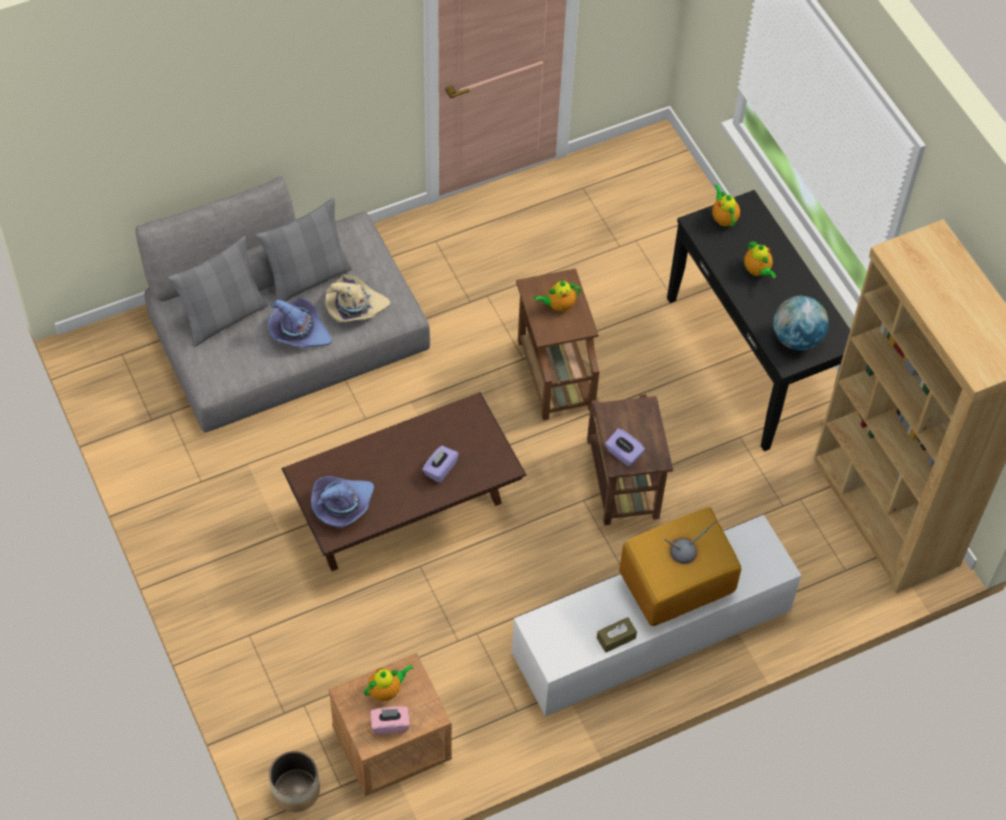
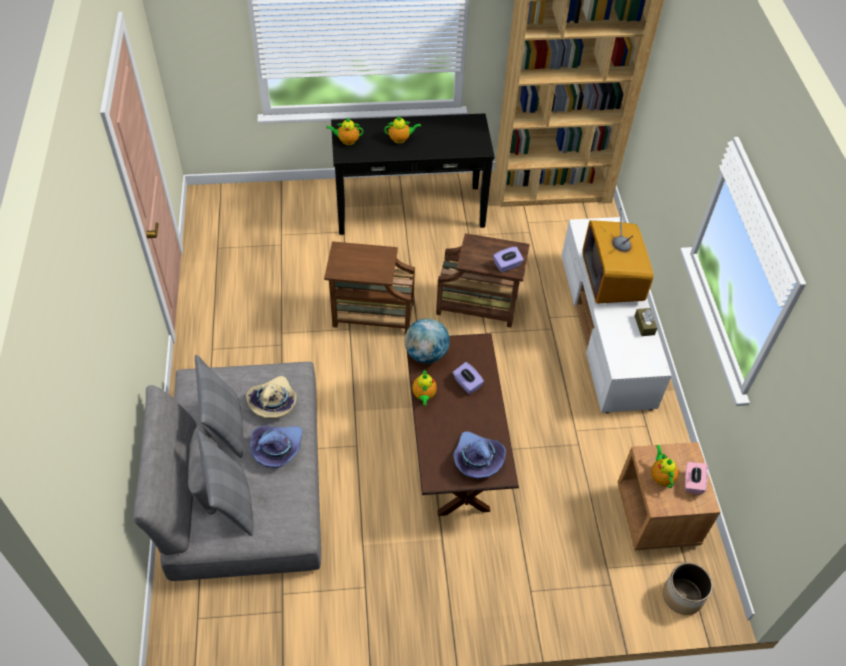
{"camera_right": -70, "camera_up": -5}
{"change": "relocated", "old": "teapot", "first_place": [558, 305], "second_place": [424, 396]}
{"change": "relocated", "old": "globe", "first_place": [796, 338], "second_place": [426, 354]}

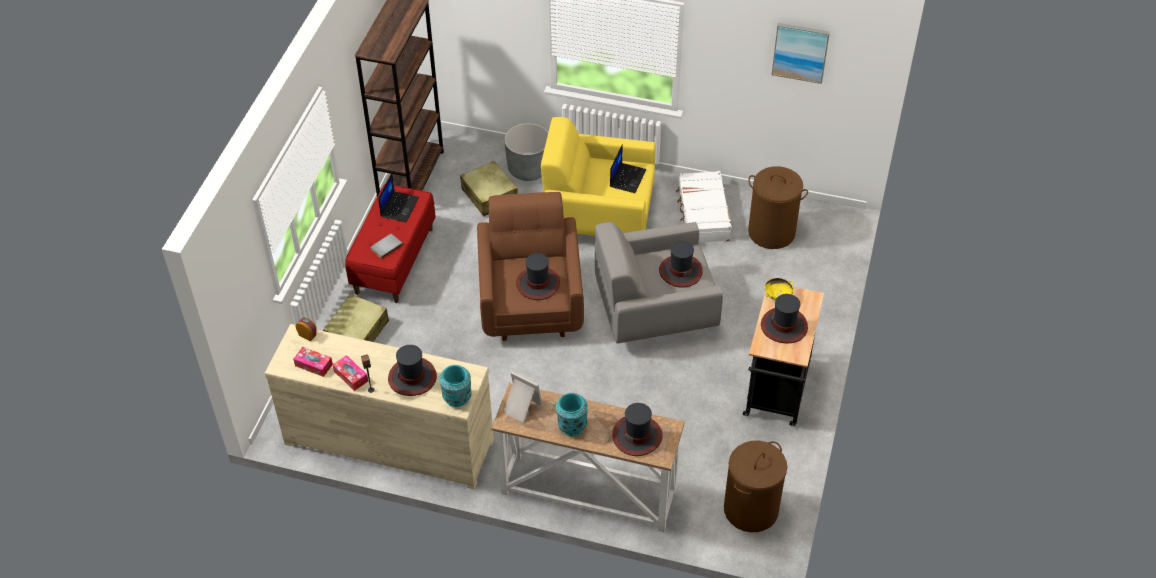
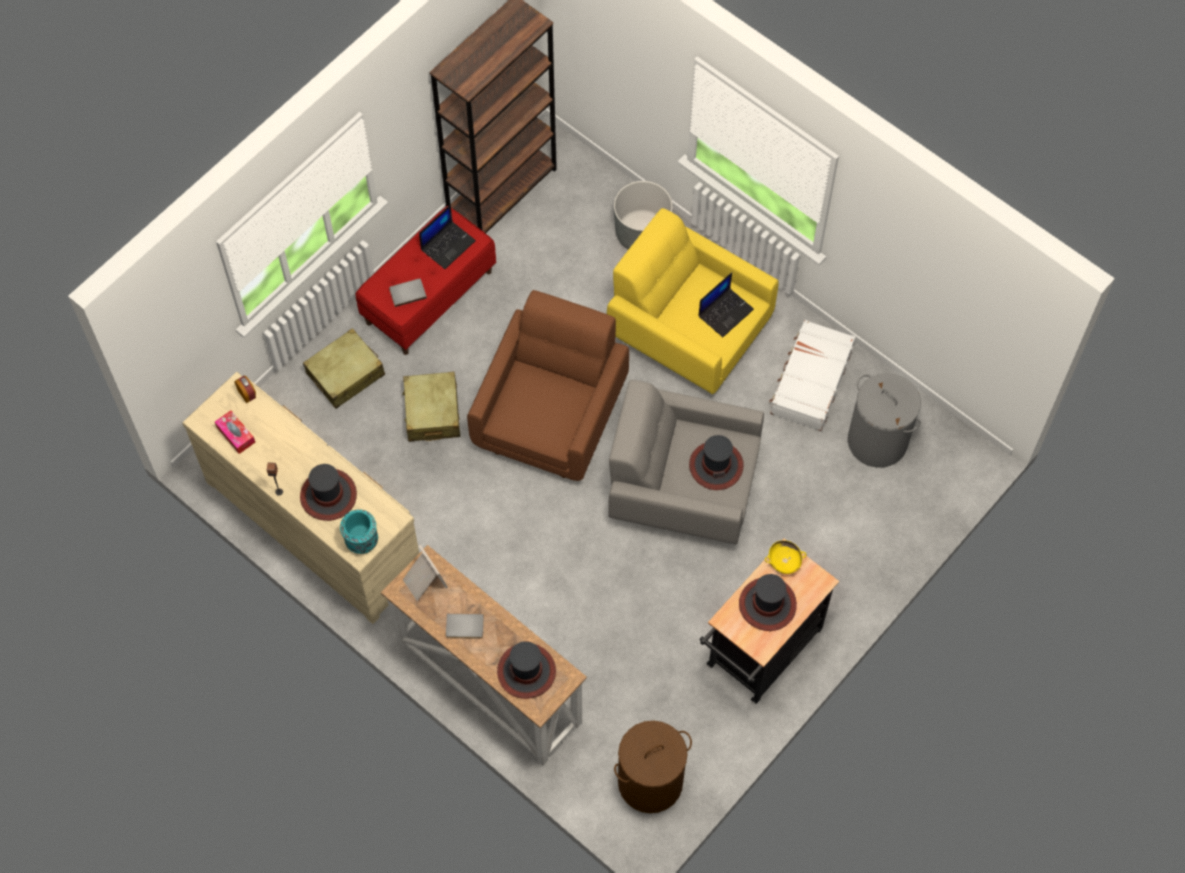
{"camera_right": 25, "camera_up": 15}
{"change": "missing", "old": "tissue box", "first_place": [351, 376]}
{"change": "relocated", "old": "beige suitcase", "first_place": [489, 196], "second_place": [432, 413]}
{"change": "missing", "old": "hat", "first_place": [538, 284]}
{"change": "exchanged", "old": "turquoise vase", "new": "grey book", "first_place": [571, 426], "second_place": [464, 628]}
{"change": "colour", "old": "brown laundry basket", "new": "grey laundry basket", "first_place": [771, 232], "second_place": [878, 440]}
{"change": "missing", "old": "picture", "first_place": [800, 52]}

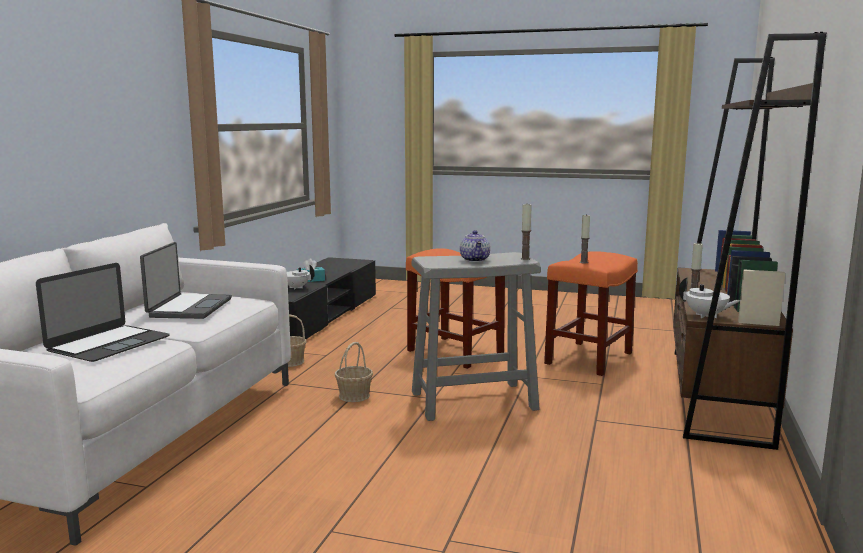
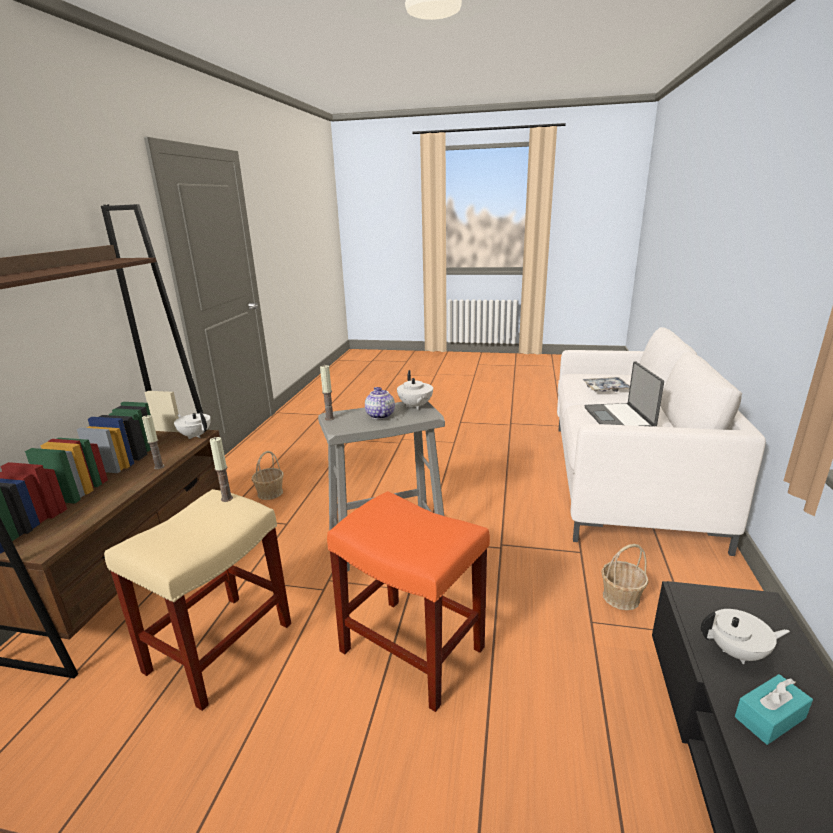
{"camera_right": 175, "camera_up": 10}
{"change": "exchanged", "old": "laptop", "new": "tray", "first_place": [109, 343], "second_place": [606, 389]}
{"change": "relocated", "old": "basket", "first_place": [354, 396], "second_place": [270, 493]}
{"change": "colour", "old": "orange stool", "new": "beige stool", "first_place": [588, 358], "second_place": [221, 645]}
{"change": "appeared", "new": "white teapot", "second_place": [415, 406]}

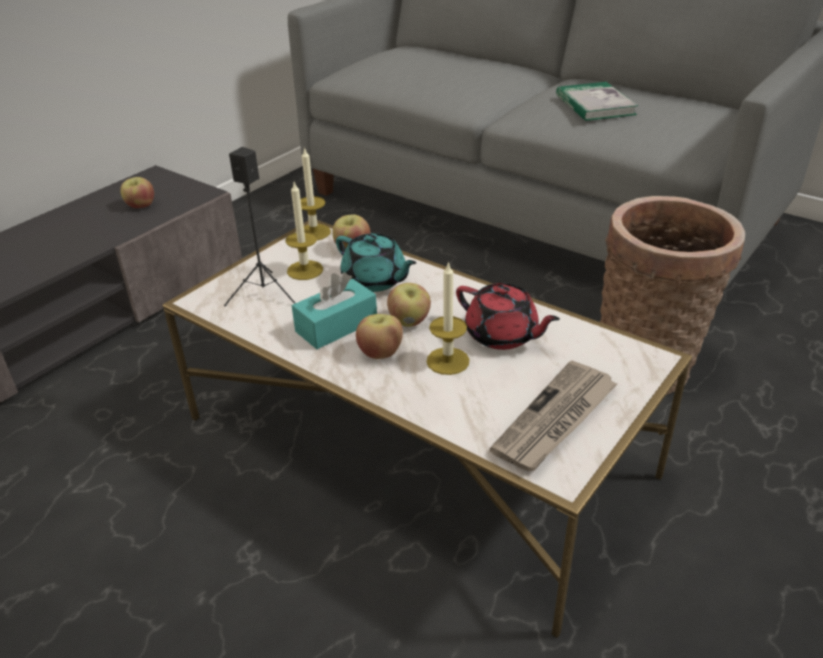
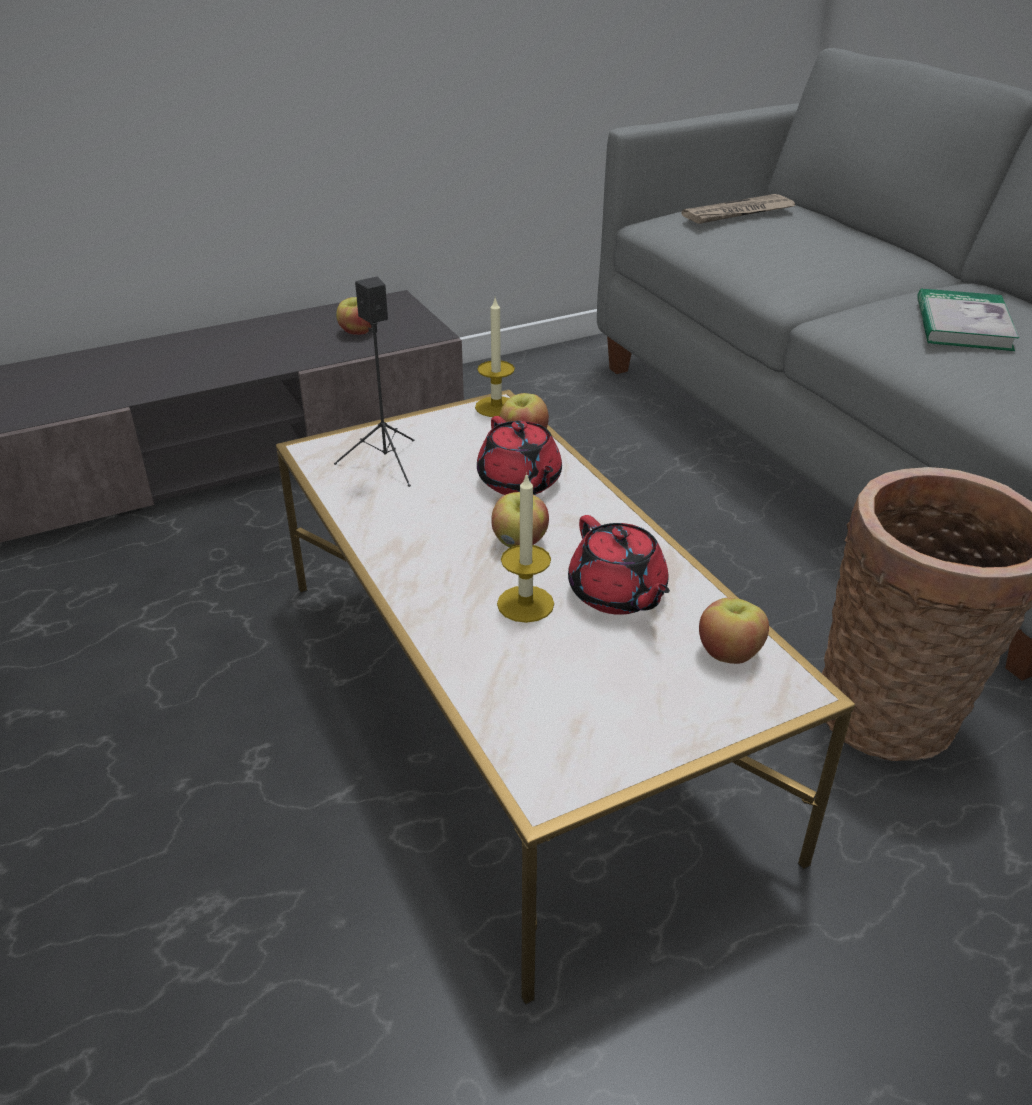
{"camera_right": 25, "camera_up": 0}
{"change": "missing", "old": "candle", "first_place": [305, 270]}
{"change": "missing", "old": "turquoise tissue box", "first_place": [336, 326]}
{"change": "colour", "old": "turquoise teapot", "new": "red teapot", "first_place": [375, 280], "second_place": [519, 483]}
{"change": "relocated", "old": "apple", "first_place": [380, 352], "second_place": [729, 652]}
{"change": "relocated", "old": "newspaper", "first_place": [556, 419], "second_place": [738, 213]}

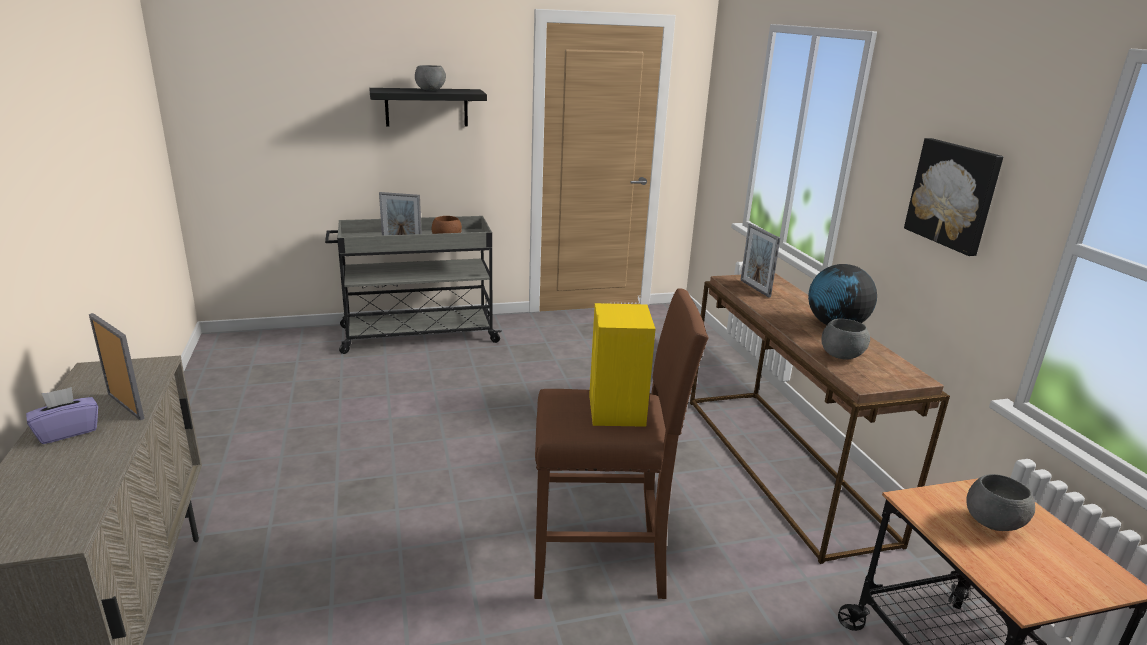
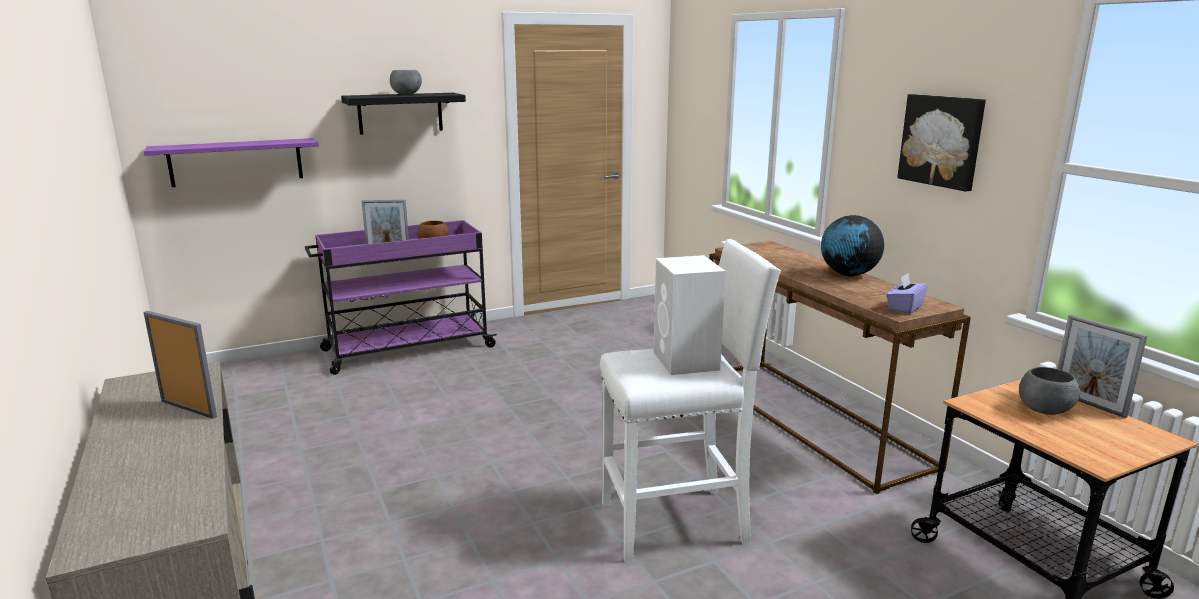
{"camera_right": -10, "camera_up": -5}
{"change": "relocated", "old": "purple tissue box", "first_place": [67, 431], "second_place": [904, 308]}
{"change": "colour", "old": "grey cart", "new": "purple cart", "first_place": [417, 335], "second_place": [406, 349]}
{"change": "colour", "old": "brown stool", "new": "white stool", "first_place": [602, 563], "second_place": [677, 523]}
{"change": "colour", "old": "yellow speaker", "new": "white speaker", "first_place": [617, 411], "second_place": [686, 362]}
{"change": "relocated", "old": "picture frame", "first_place": [755, 288], "second_place": [1088, 404]}
{"change": "missing", "old": "grey bowl", "first_place": [842, 356]}
{"change": "appeared", "new": "purple shelf", "second_place": [236, 162]}

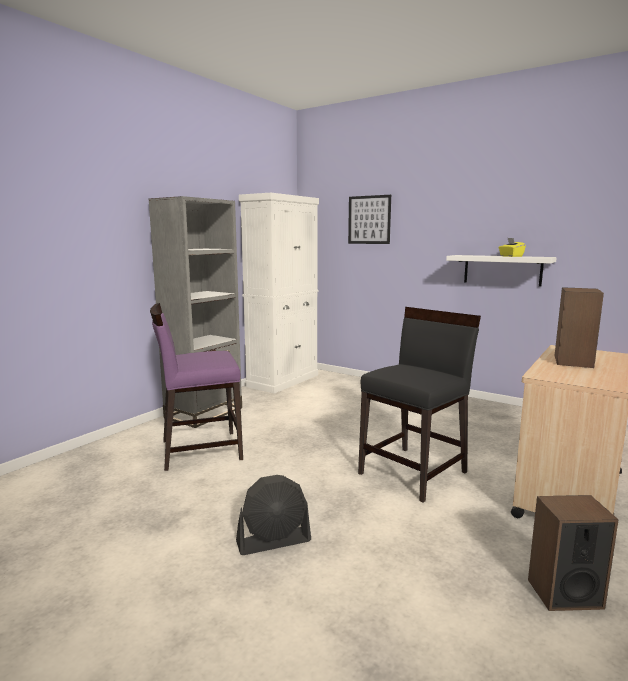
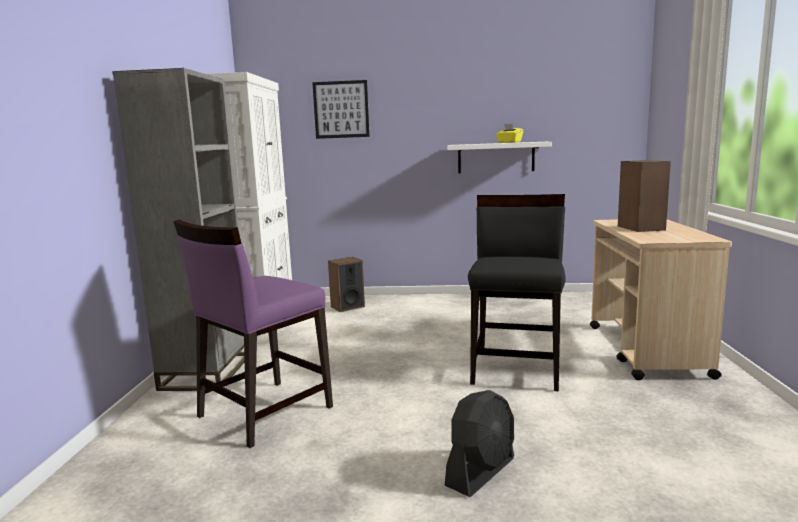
{"camera_right": -30, "camera_up": 0}
{"change": "relocated", "old": "speaker", "first_place": [564, 593], "second_place": [347, 307]}

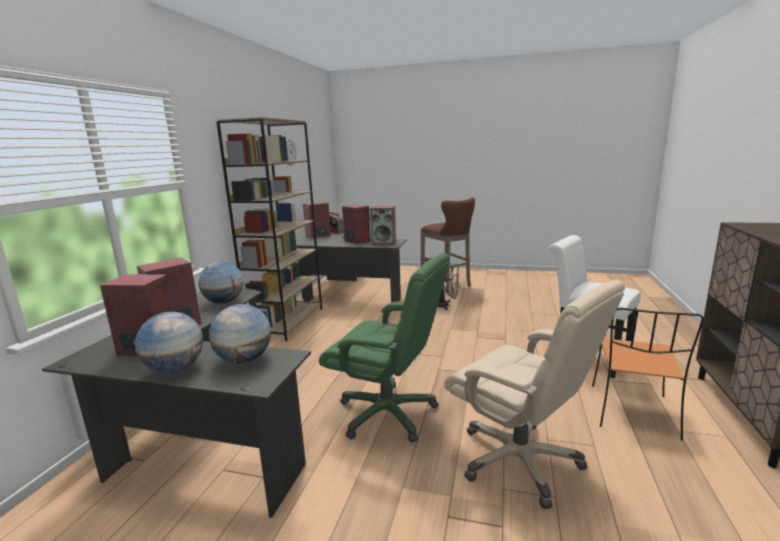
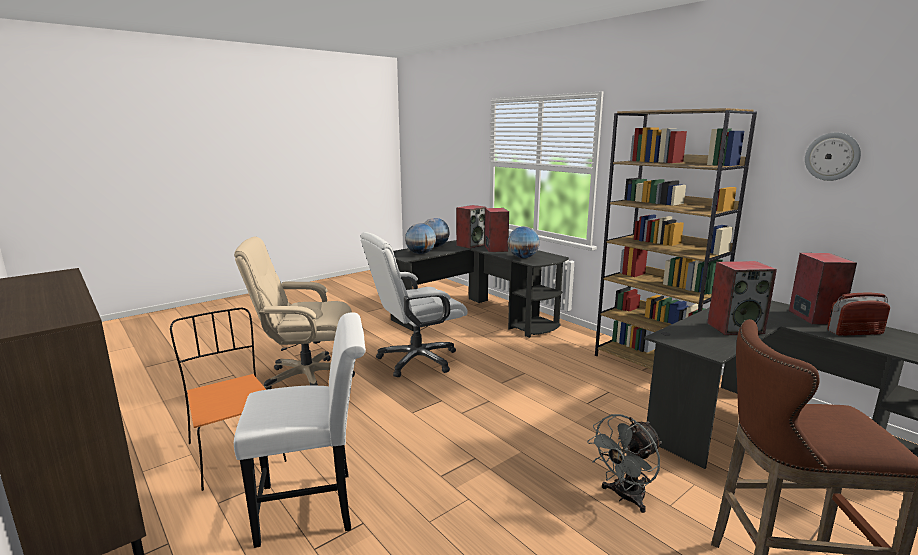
{"camera_right": 125, "camera_up": 0}
{"change": "colour", "old": "green office chair", "new": "white office chair", "first_place": [388, 413], "second_place": [416, 360]}
{"change": "missing", "old": "speaker", "first_place": [384, 242]}

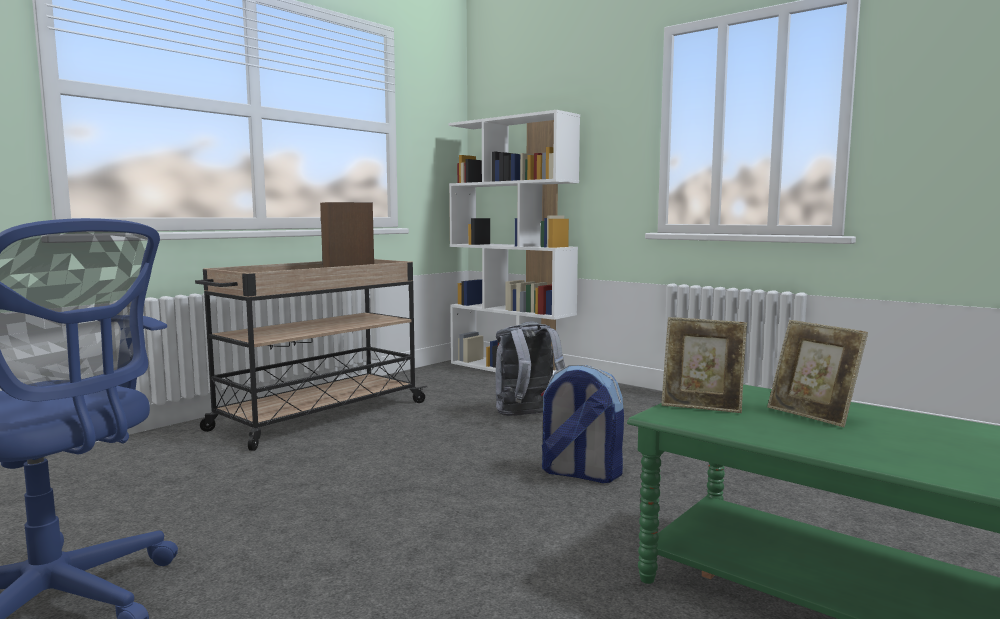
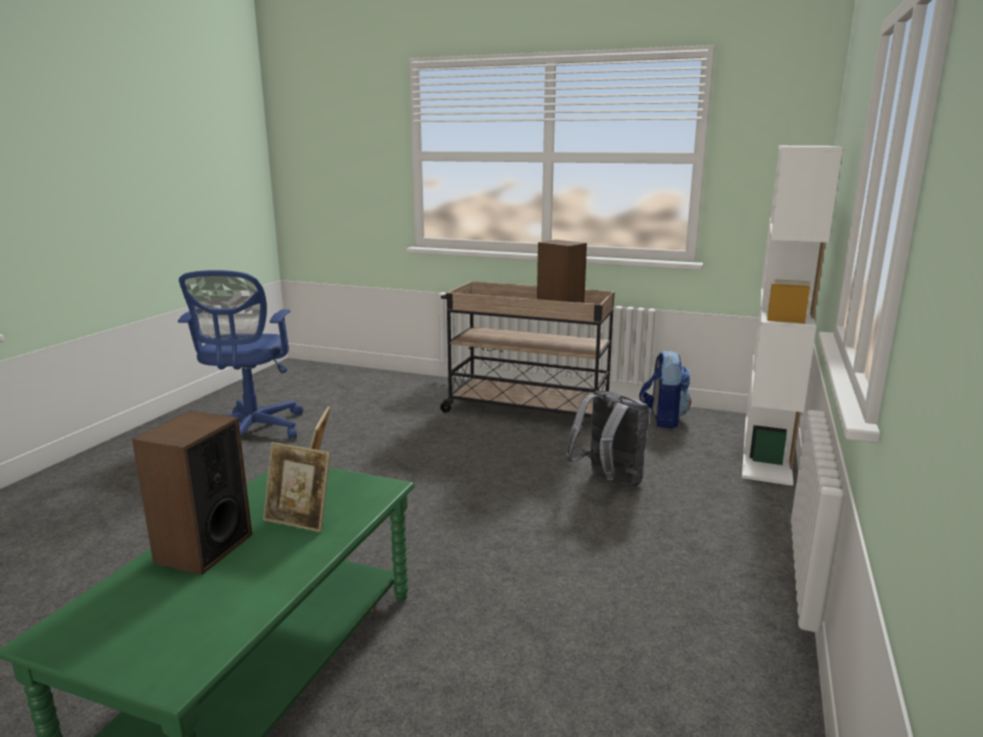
{"camera_right": 70, "camera_up": 10}
{"change": "relocated", "old": "backpack", "first_place": [579, 473], "second_place": [663, 419]}
{"change": "spun", "old": "picture frame", "first_place": [812, 415], "second_place": [299, 520], "degrees": -105}
{"change": "appeared", "new": "speaker", "second_place": [203, 548]}

